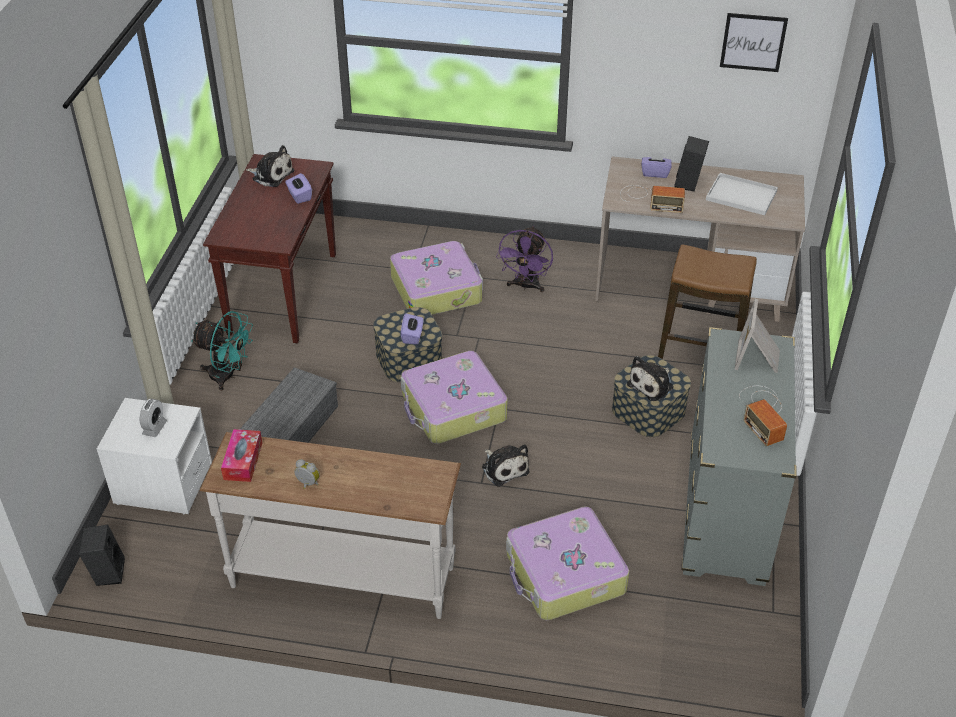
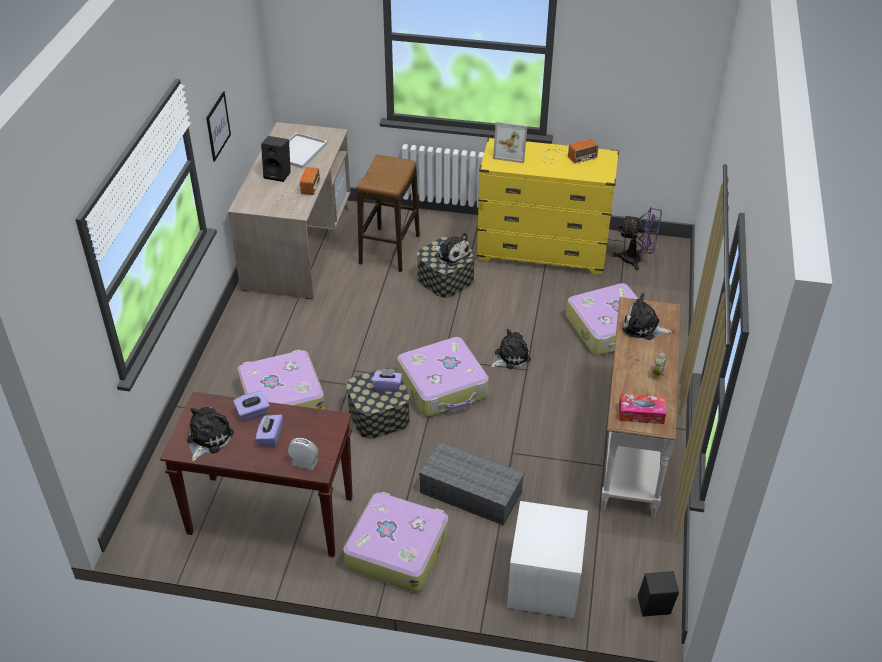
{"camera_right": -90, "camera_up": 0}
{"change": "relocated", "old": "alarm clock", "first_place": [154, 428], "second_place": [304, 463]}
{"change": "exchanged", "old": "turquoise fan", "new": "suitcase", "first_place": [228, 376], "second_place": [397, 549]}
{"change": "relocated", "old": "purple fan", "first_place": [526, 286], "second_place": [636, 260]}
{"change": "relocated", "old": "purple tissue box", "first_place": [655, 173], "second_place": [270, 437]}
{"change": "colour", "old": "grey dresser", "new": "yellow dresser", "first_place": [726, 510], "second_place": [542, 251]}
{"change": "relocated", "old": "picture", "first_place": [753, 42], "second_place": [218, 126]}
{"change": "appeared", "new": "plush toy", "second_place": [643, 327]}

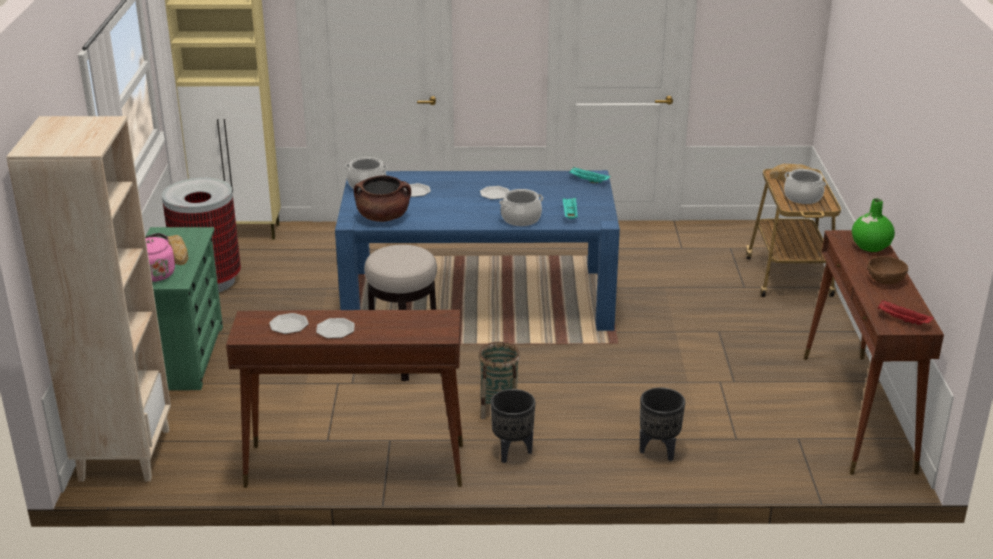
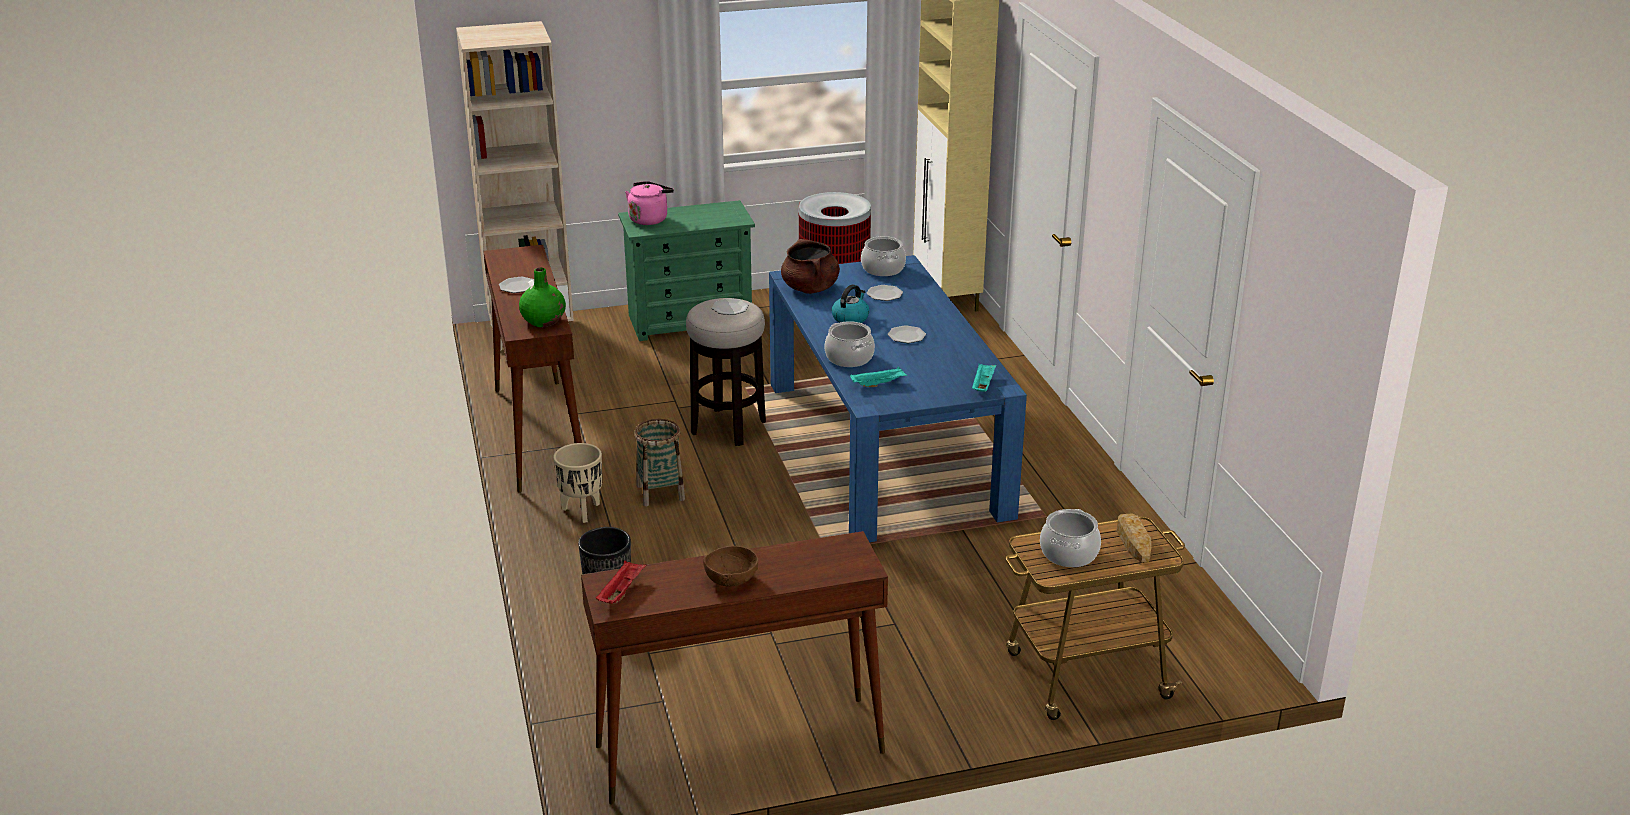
{"camera_right": 75, "camera_up": 0}
{"change": "missing", "old": "bread", "first_place": [177, 253]}
{"change": "relocated", "old": "plate", "first_place": [289, 325], "second_place": [730, 308]}
{"change": "colour", "old": "black planter", "new": "beige planter", "first_place": [512, 452], "second_place": [582, 511]}
{"change": "relocated", "old": "green vase", "first_place": [870, 246], "second_place": [544, 321]}
{"change": "appeared", "new": "kettle", "second_place": [850, 318]}

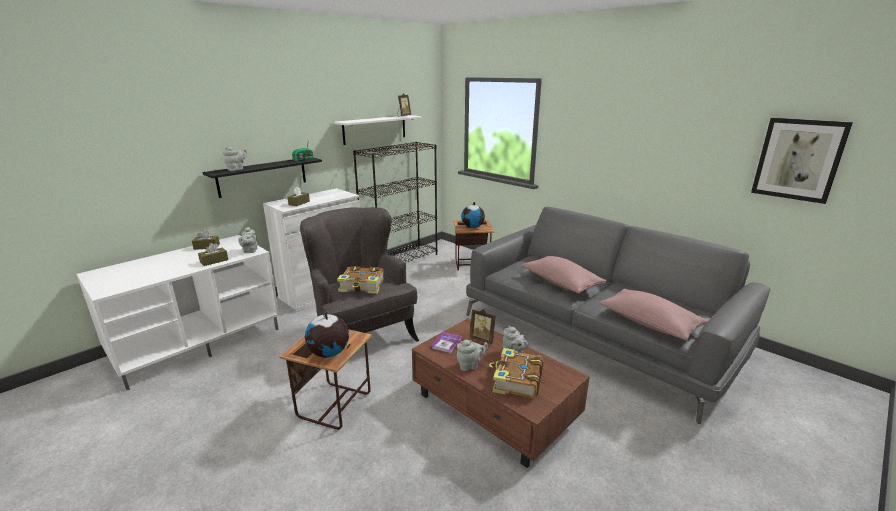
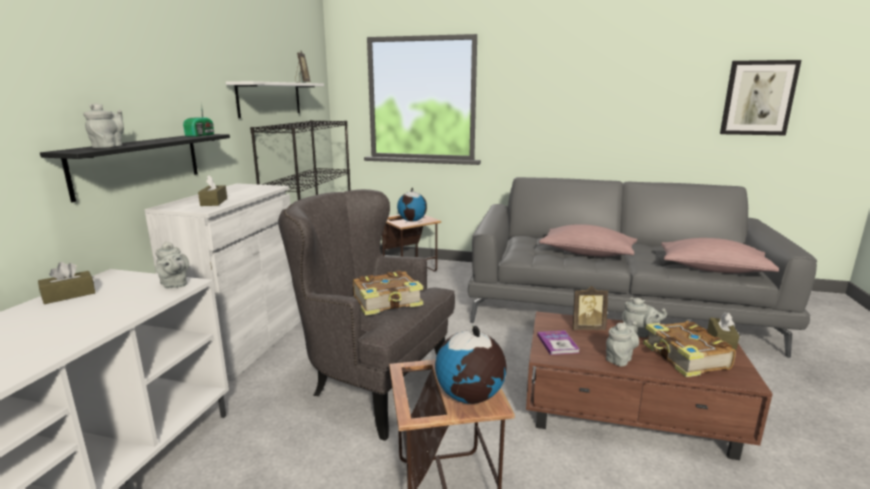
{"camera_right": -30, "camera_up": -5}
{"change": "relocated", "old": "brown tissue box", "first_place": [214, 261], "second_place": [721, 340]}

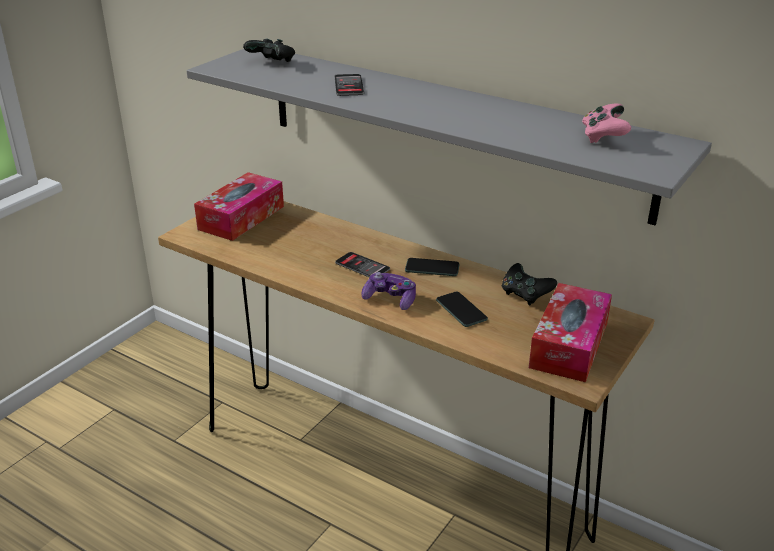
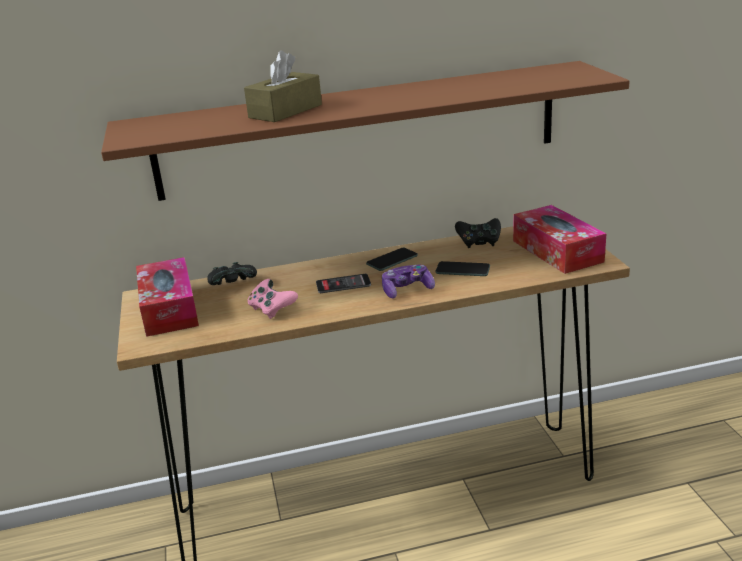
{"camera_right": -45, "camera_up": -5}
{"change": "colour", "old": "grey shelf", "new": "brown shelf", "first_place": [448, 128], "second_place": [359, 130]}
{"change": "relocated", "old": "black game controller", "first_place": [272, 62], "second_place": [233, 285]}
{"change": "exchanged", "old": "phone", "new": "brown tissue box", "first_place": [349, 85], "second_place": [285, 111]}
{"change": "relocated", "old": "pink game controller", "first_place": [603, 137], "second_place": [272, 309]}

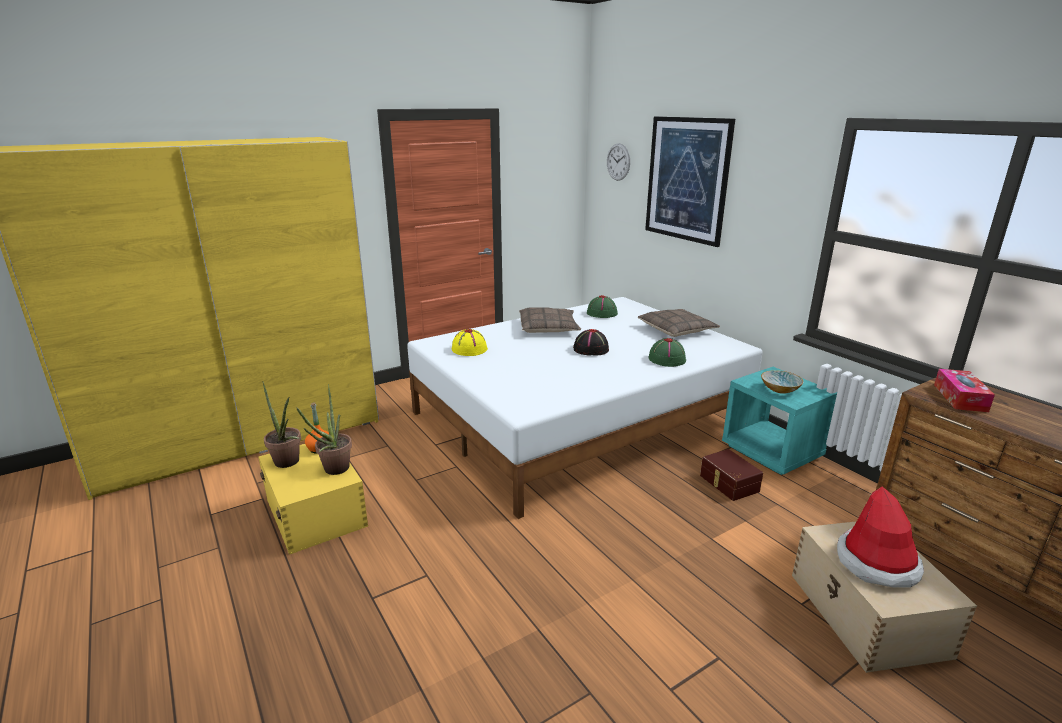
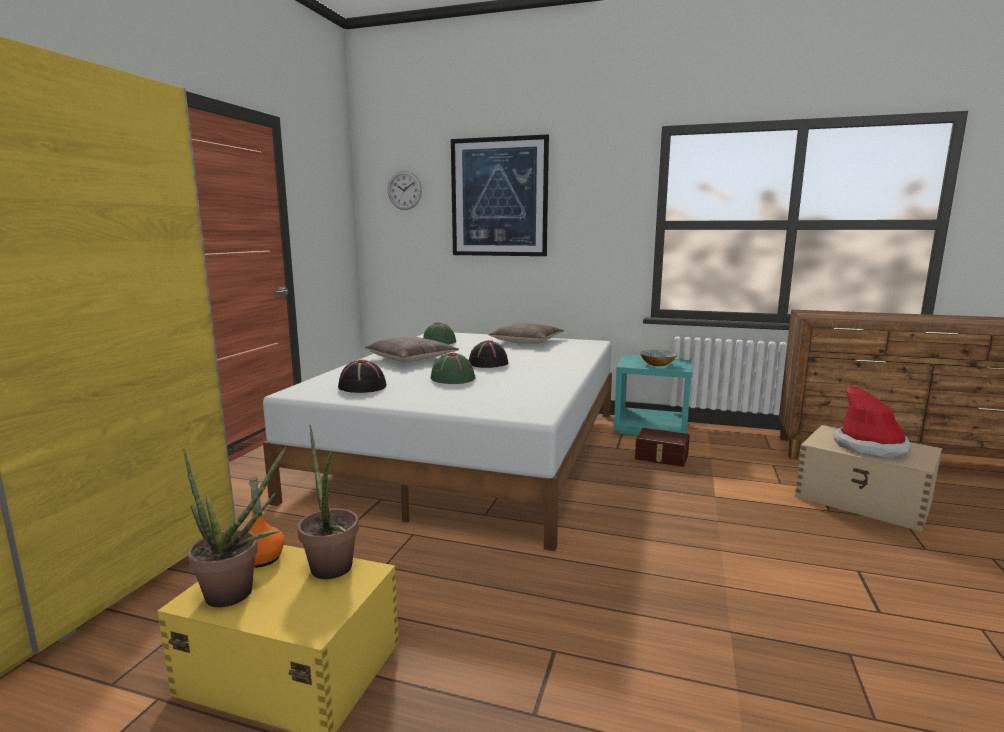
{"camera_right": -40, "camera_up": -10}
{"change": "colour", "old": "yellow hat", "new": "black hat", "first_place": [469, 349], "second_place": [362, 387]}
{"change": "relocated", "old": "green hat", "first_place": [667, 359], "second_place": [452, 378]}
{"change": "missing", "old": "tissue box", "first_place": [960, 398]}

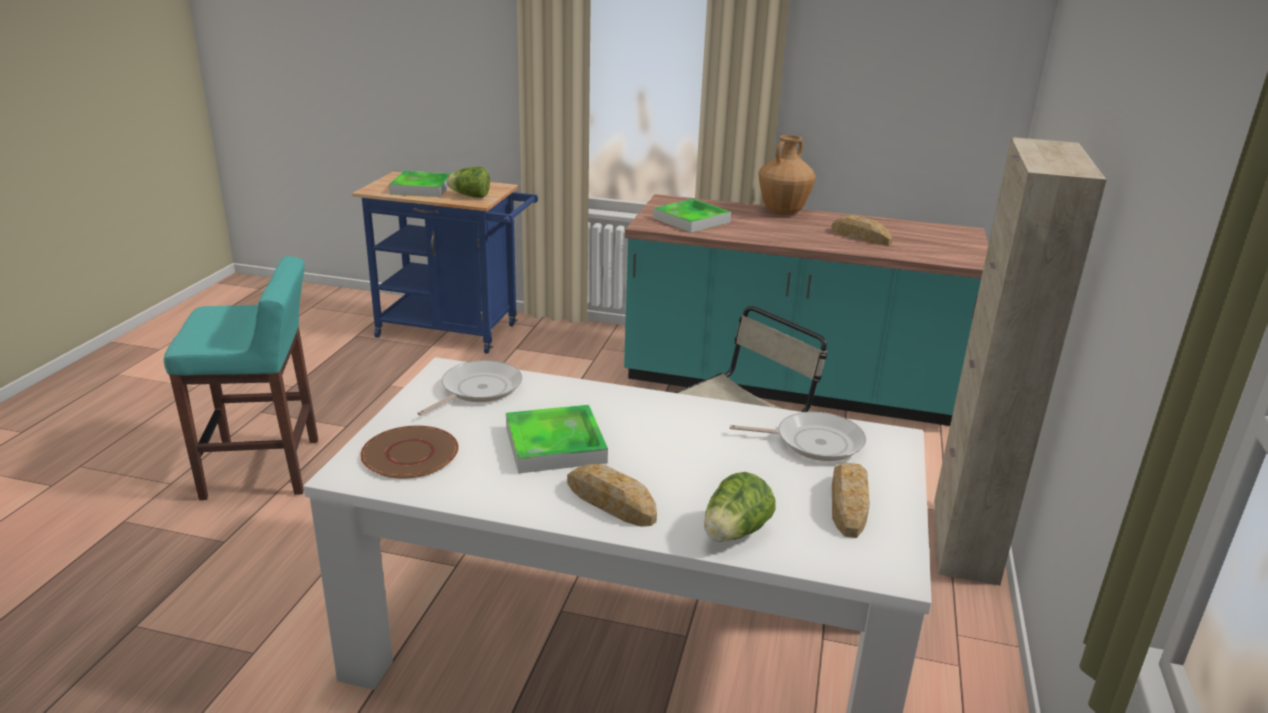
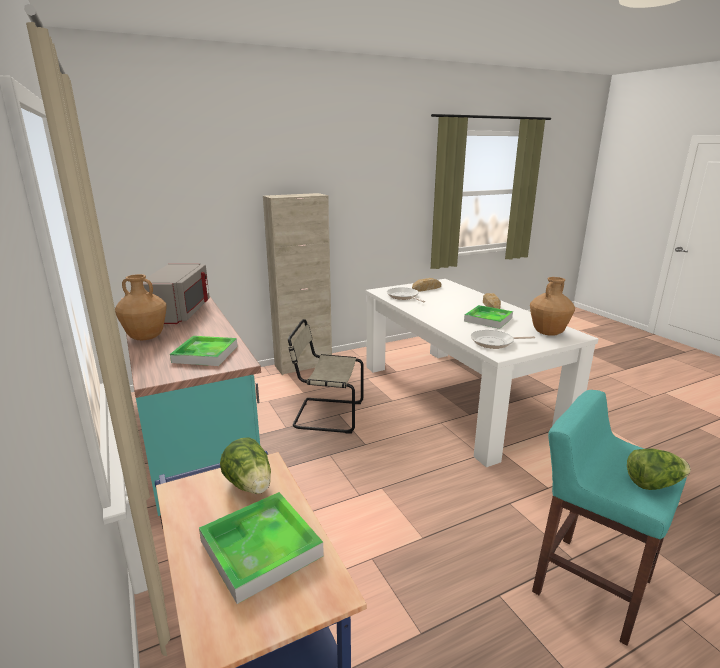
{"camera_right": -130, "camera_up": -5}
{"change": "exchanged", "old": "brown plate", "new": "brown vase", "first_place": [409, 453], "second_place": [548, 333]}
{"change": "relocated", "old": "lettuce", "first_place": [734, 533], "second_place": [653, 484]}
{"change": "exchanged", "old": "bread", "new": "grey microwave", "first_place": [860, 236], "second_place": [180, 313]}

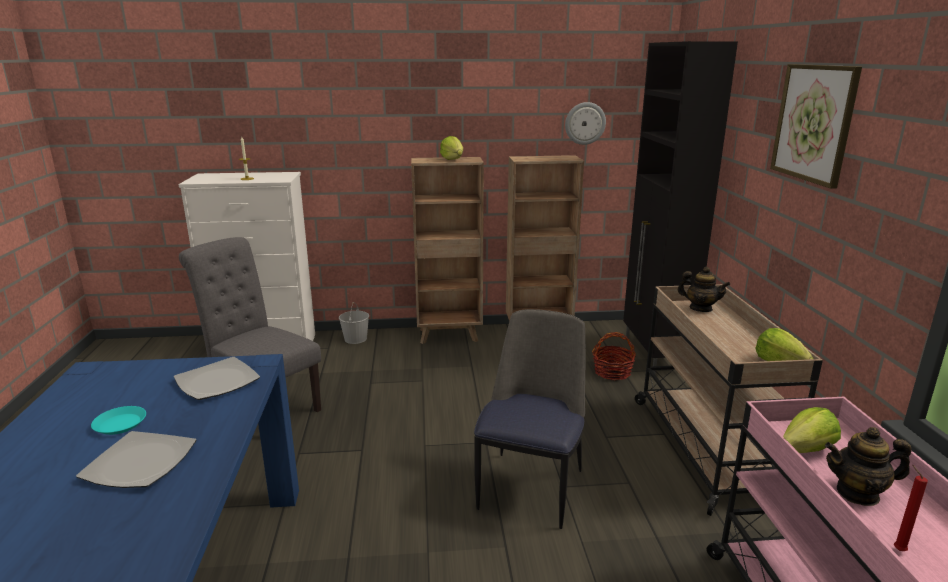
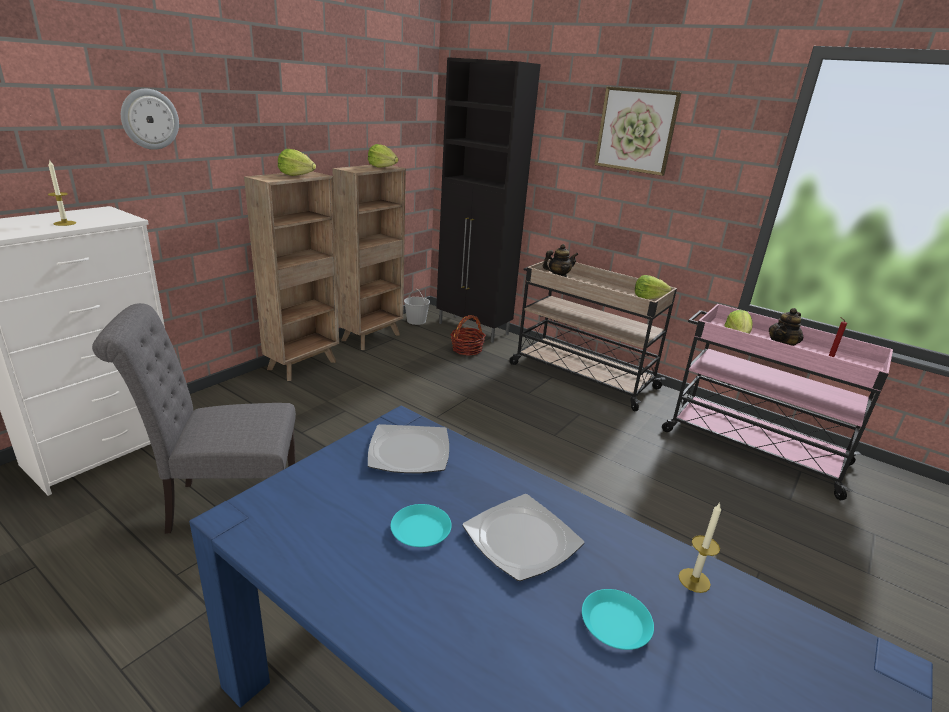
{"camera_right": -50, "camera_up": 5}
{"change": "relocated", "old": "white bucket", "first_place": [355, 338], "second_place": [416, 320]}
{"change": "missing", "old": "chair", "first_place": [531, 486]}
{"change": "relocated", "old": "wall clock", "first_place": [585, 123], "second_place": [149, 119]}
{"change": "appeared", "new": "lettuce", "second_place": [382, 167]}
{"change": "appeared", "new": "turquoise plate", "second_place": [615, 624]}
{"change": "appeared", "new": "candle", "second_place": [694, 580]}

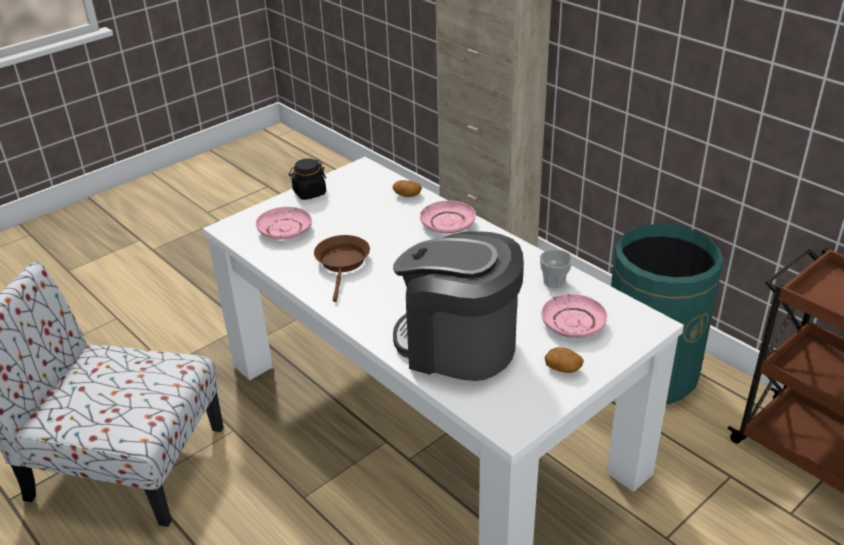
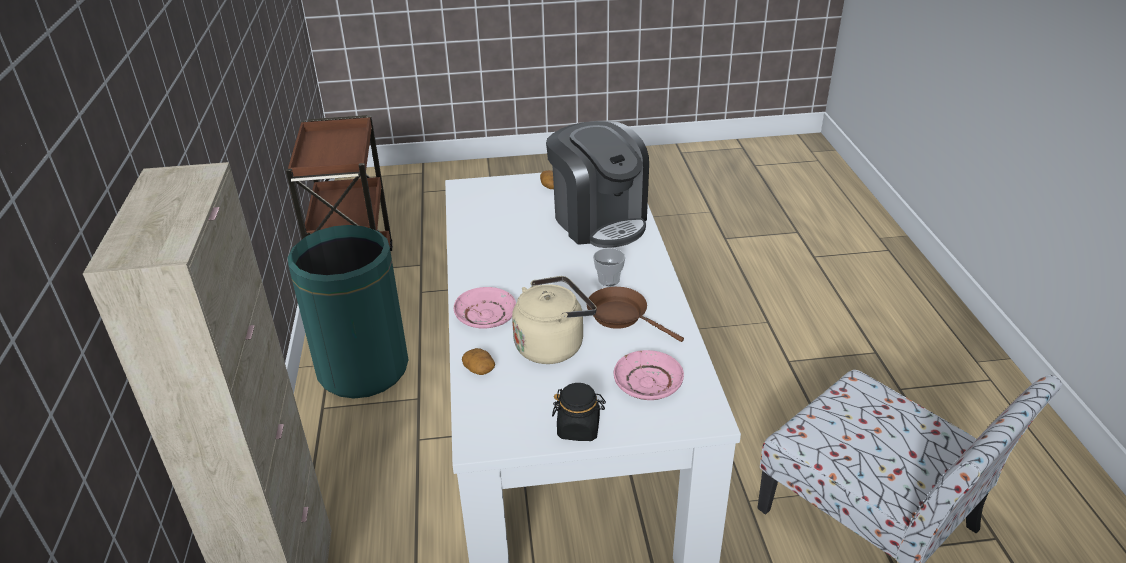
{"camera_right": -145, "camera_up": 0}
{"change": "spun", "old": "brown frying pan", "first_place": [342, 263], "second_place": [622, 316], "degrees": 90}
{"change": "relocated", "old": "cup", "first_place": [554, 281], "second_place": [608, 280]}
{"change": "missing", "old": "pink plate", "first_place": [573, 323]}
{"change": "appeared", "new": "beige kettle", "second_place": [553, 345]}

